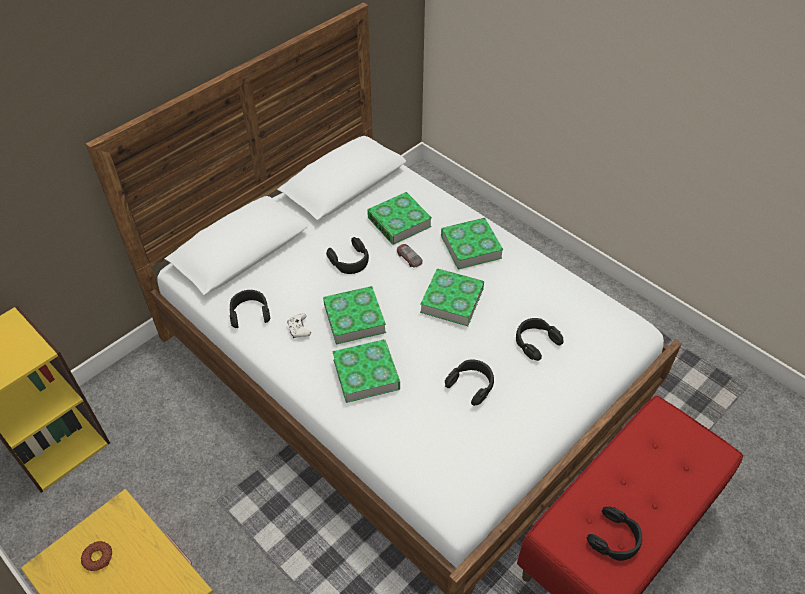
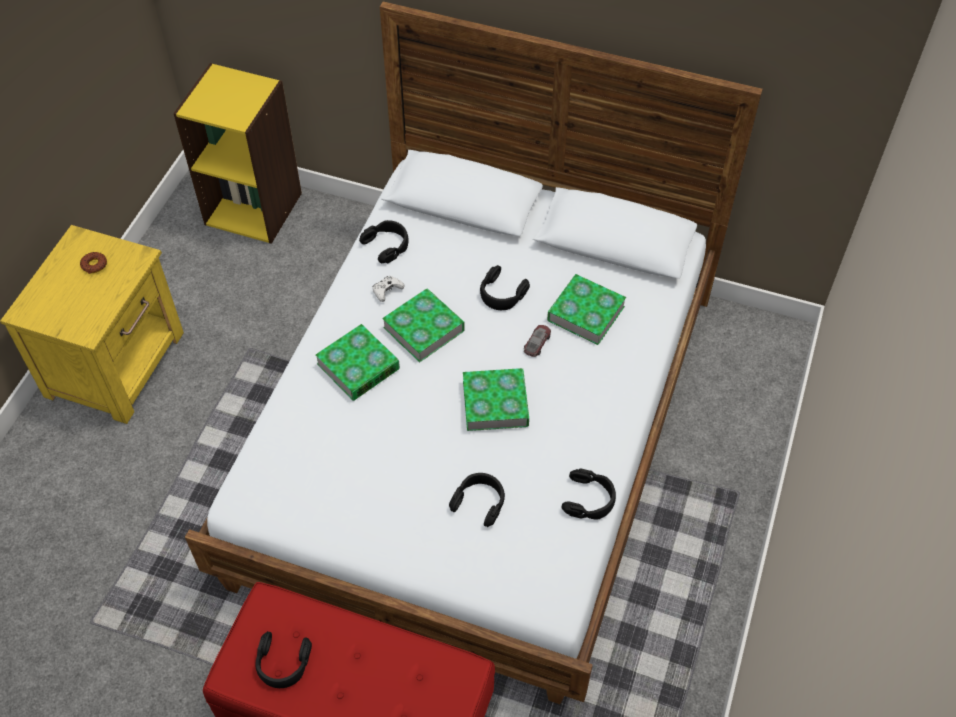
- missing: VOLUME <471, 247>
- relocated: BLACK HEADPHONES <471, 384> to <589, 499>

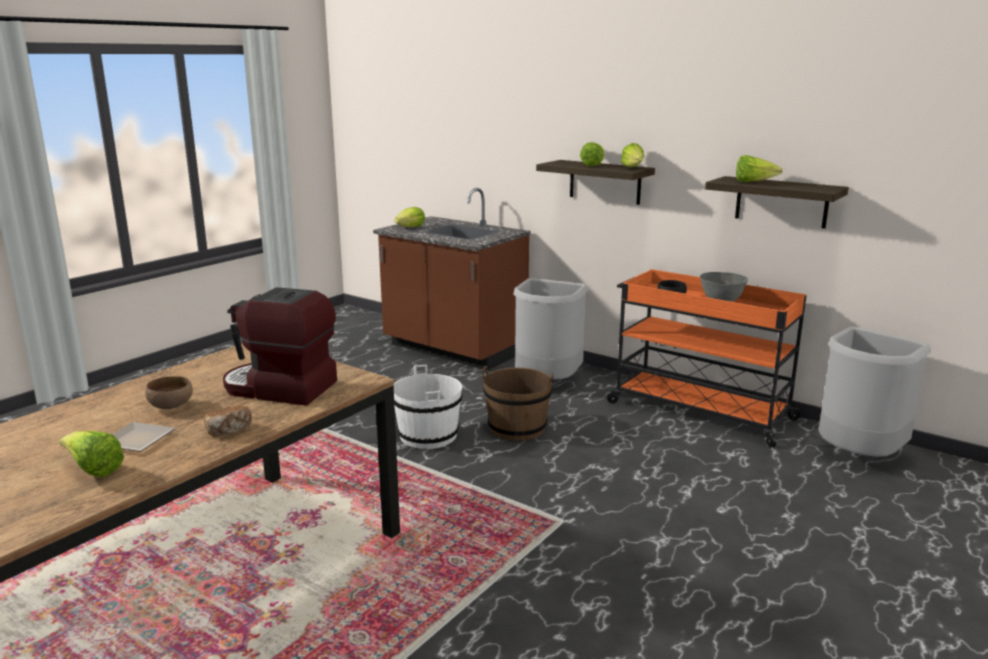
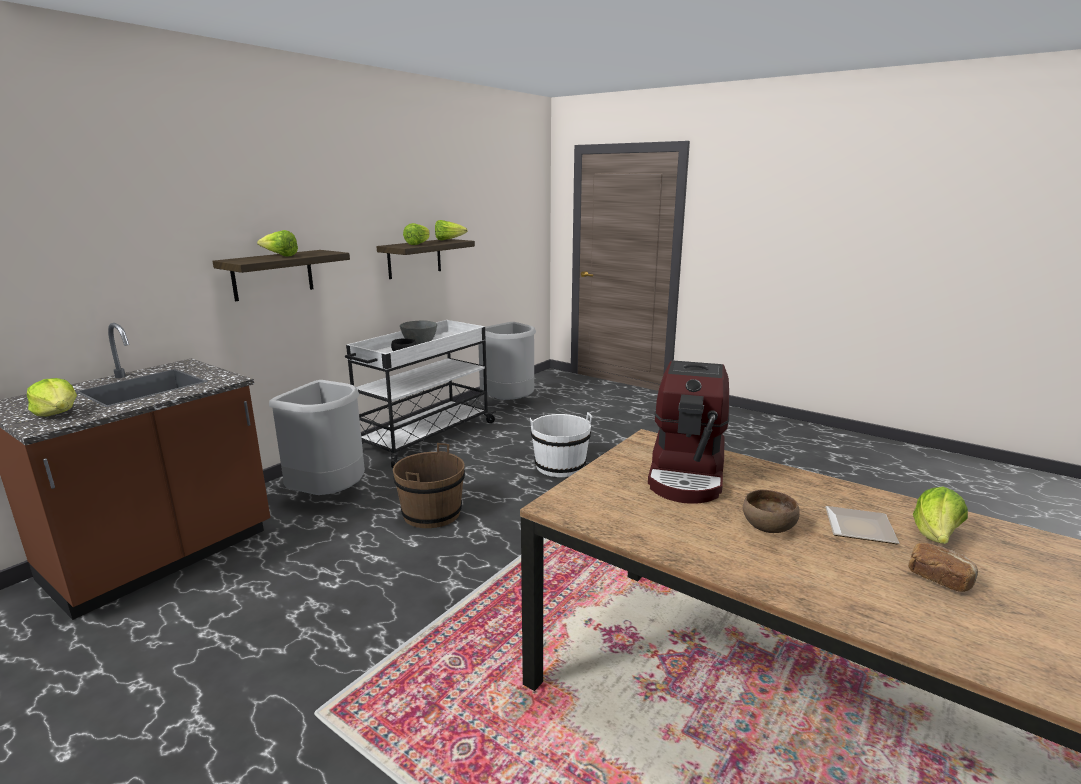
- relocated: HEAD OF LETTUCE <633, 168> to <448, 240>
- colour: ORANGE-COLOURED WHEELED CART <698, 410> to WHITISH WHEELED CART <424, 437>
- relocated: WHITISH BUCKET <428, 435> to <560, 466>
- relocated: BAKED BREAD <229, 430> to <939, 578>

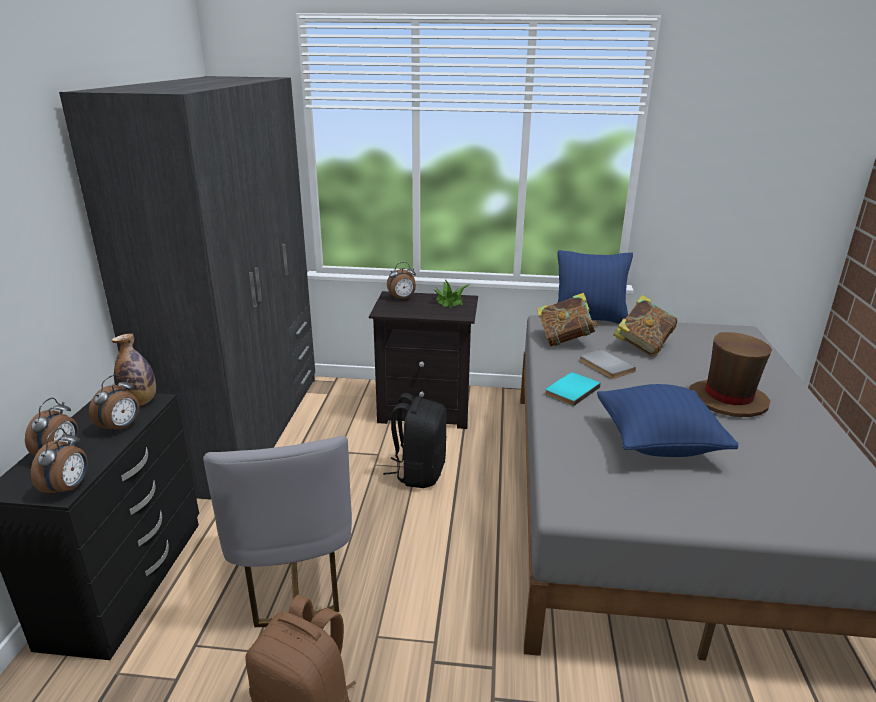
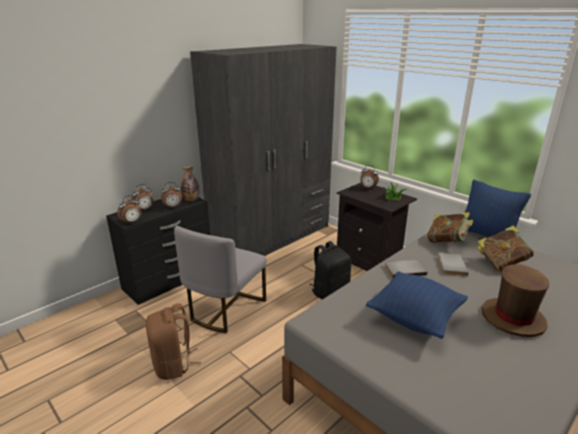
- colour: BLUE-GREEN VOLUME <570, 390> to GRAY VOLUME <404, 269>

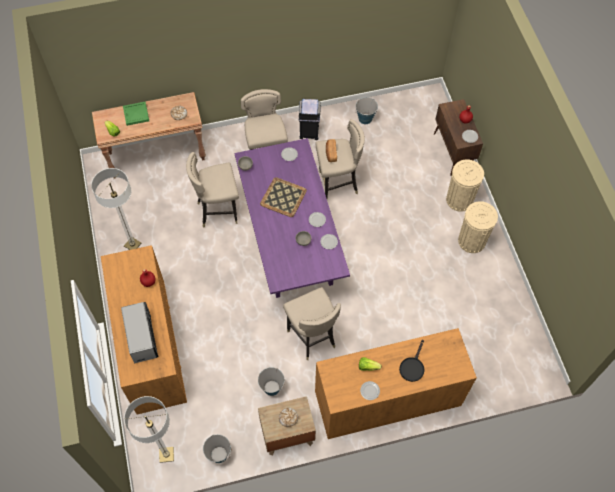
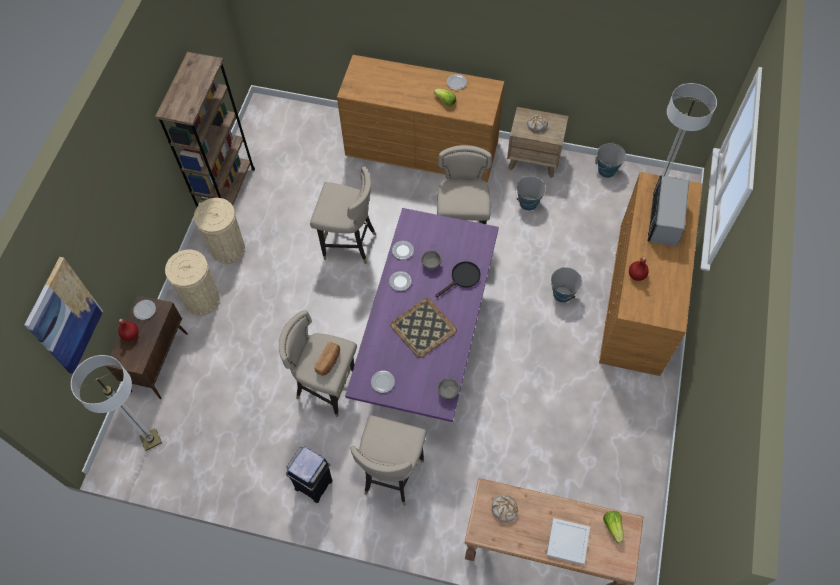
- relocated: BUCKET <365, 118> to <562, 294>
- colour: GREEN TRAY <136, 114> to WHITISH TRAY <567, 541>
- relocated: BEIGE SITTING STOOL <218, 211> to <349, 244>
- relocated: STANDARD LAMP <132, 245> to <150, 439>
- relocated: BLACK FRYING PAN <412, 366> to <462, 278>
- appeared: BROWNISH SHELVING UNIT <228, 193>
- appeared: WALL ART <64, 317>

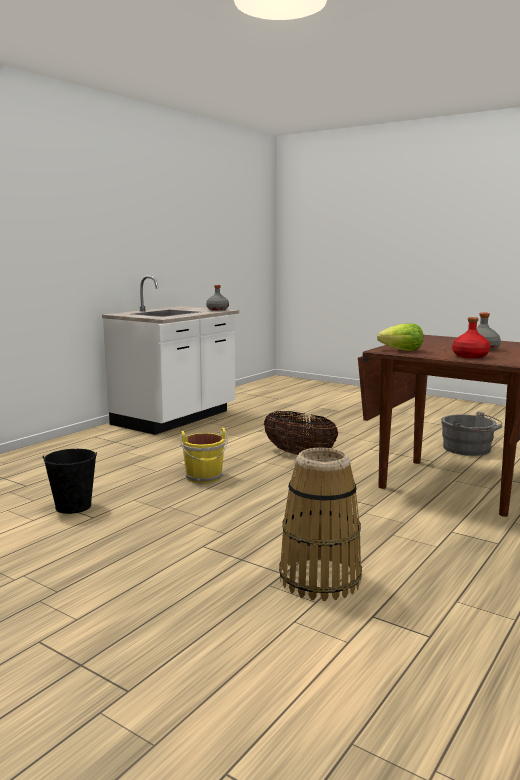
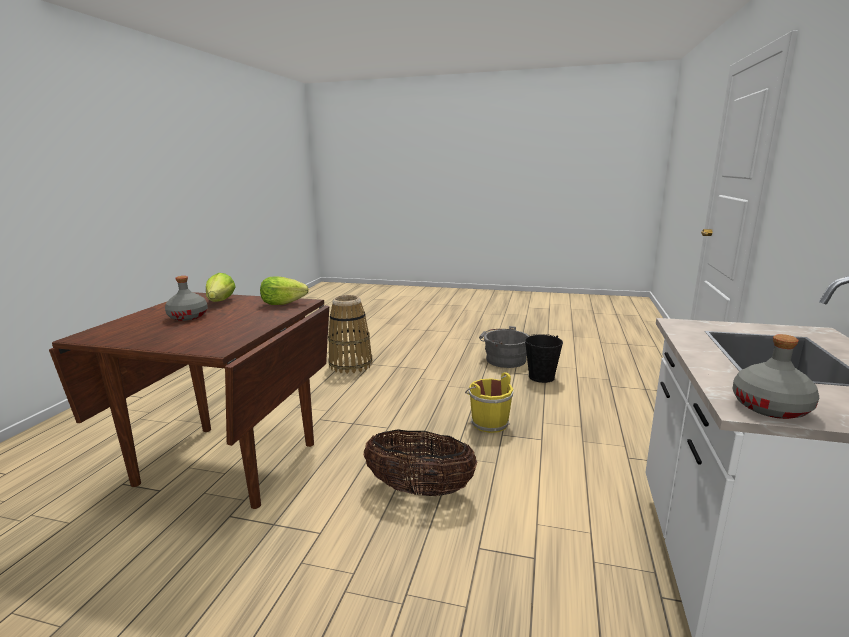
- exchanged: RED-COLOURED BEVERAGE BOTTLE <470, 356> to HEAD OF LETTUCE <221, 301>
- relocated: GRAY BUCKET <469, 449> to <503, 360>

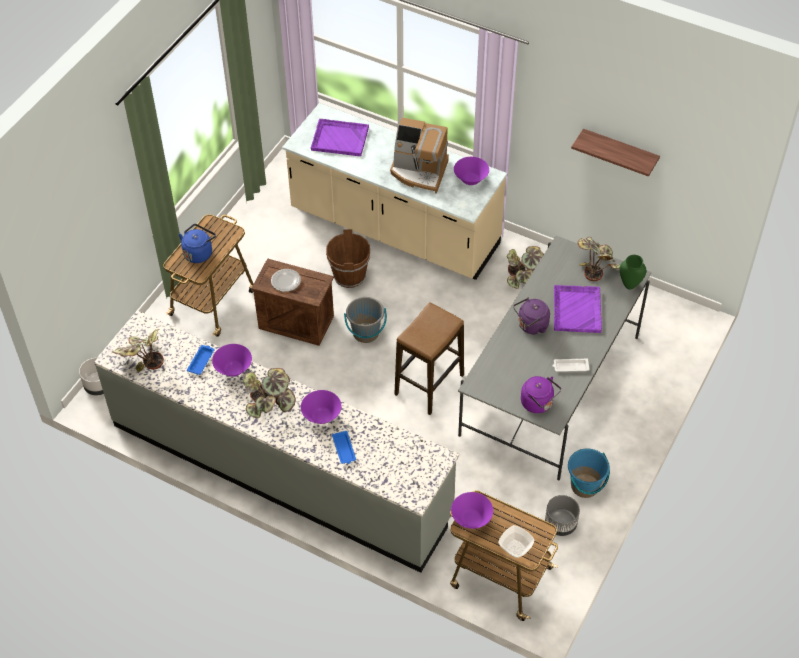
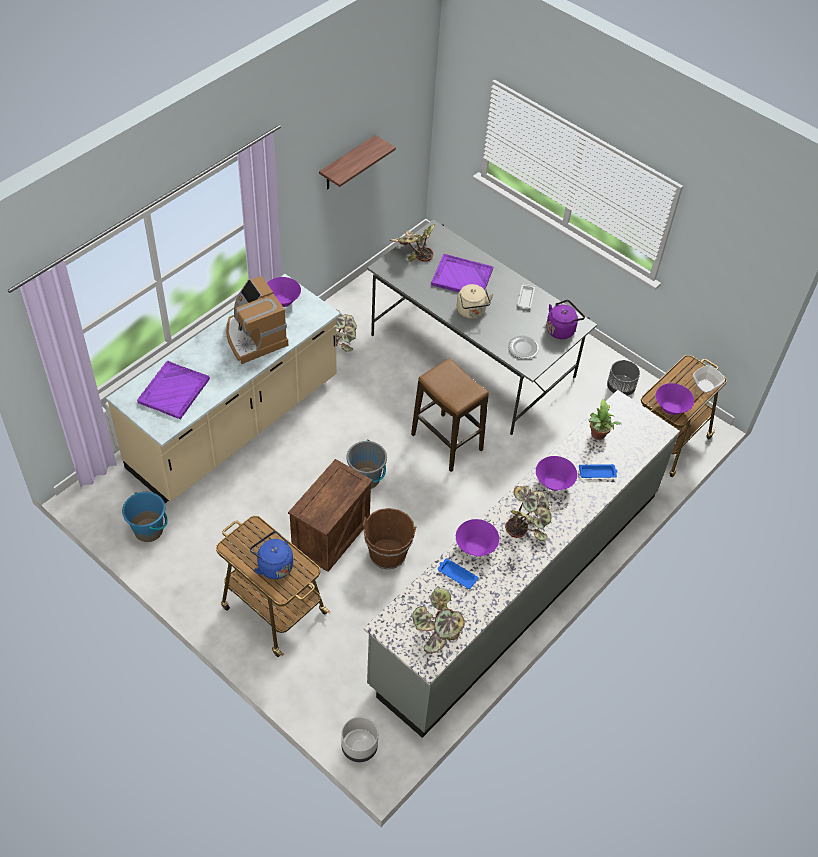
- spun: COFFEE MACHINE <419, 171> = <254, 337> 120 degrees clockwise
- relocated: BROWNISH BUCKET <349, 276> to <387, 554>
- missing: GREEN DECORATIVE VASE <629, 286>
- relocated: DINNER PLATE <285, 281> to <523, 348>
- colour: PURPLE TEA KETTLE <531, 326> to BEIGE TEA KETTLE <471, 312>
- relocated: BLUE BUCKET <585, 486> to <149, 530>
- appeared: PLANT IN A POT <598, 436>

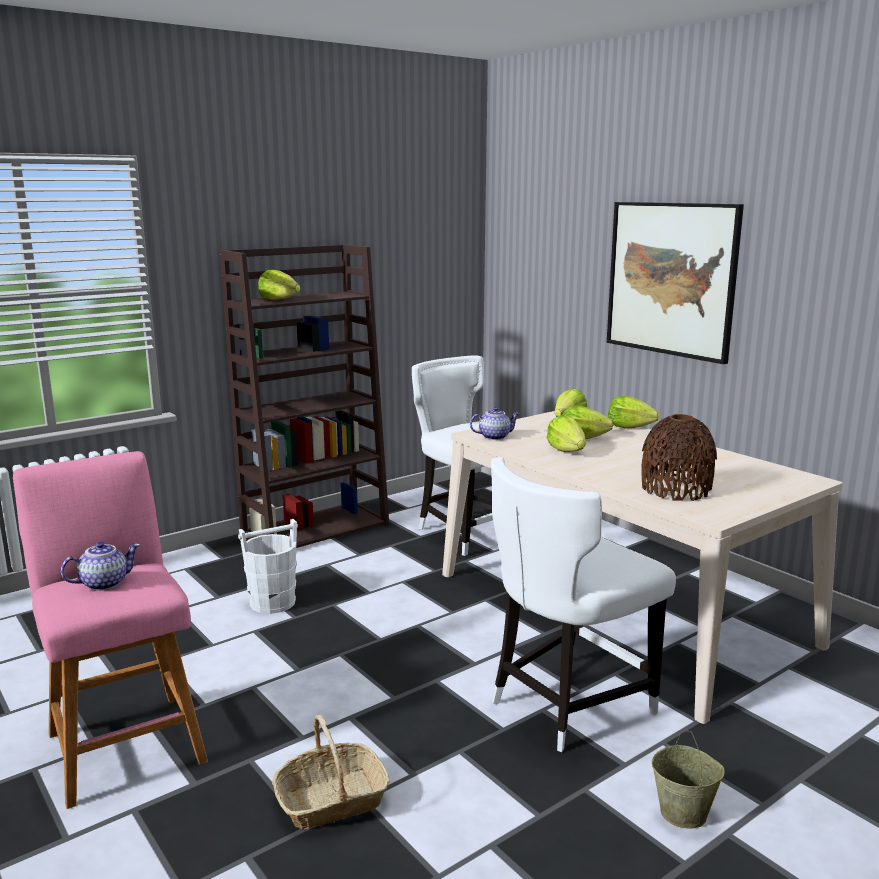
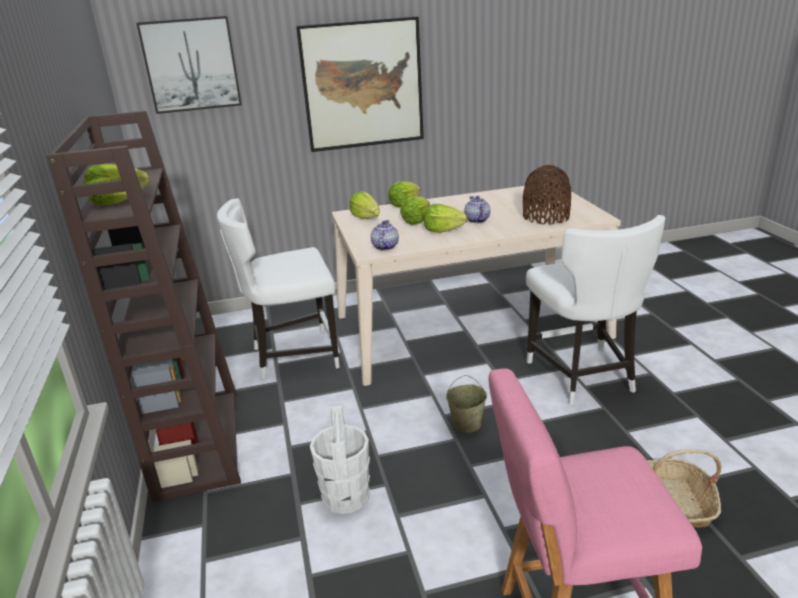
- relocated: TEA POT <104, 583> to <476, 220>
- relocated: BEIGE BUCKET <684, 813> to <467, 423>
- appeared: WALL ART <191, 65>

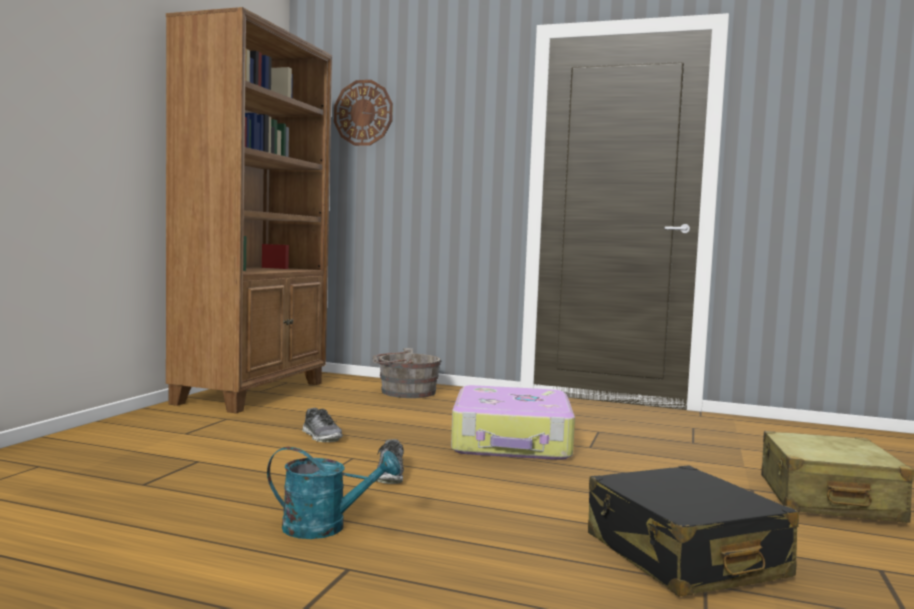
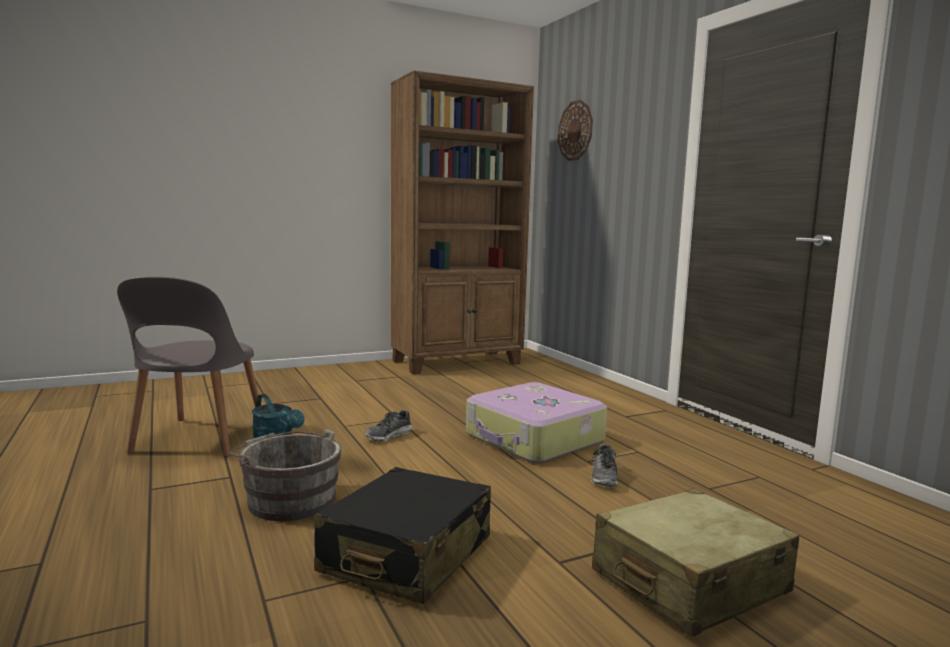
- relocated: GRAY BUCKET <404, 392> to <288, 499>
- relocated: LOW SHOE <321, 437> to <604, 477>
- appeared: GRAY CHAIR <198, 439>

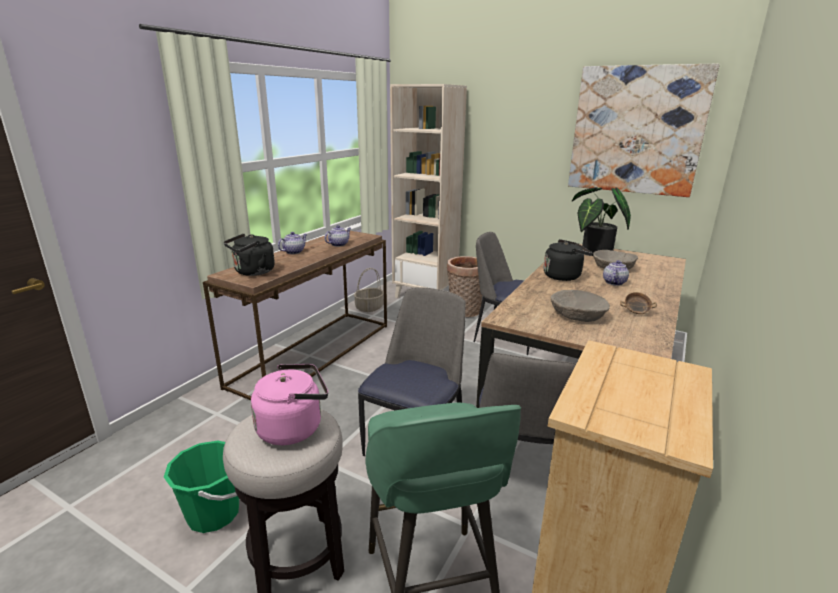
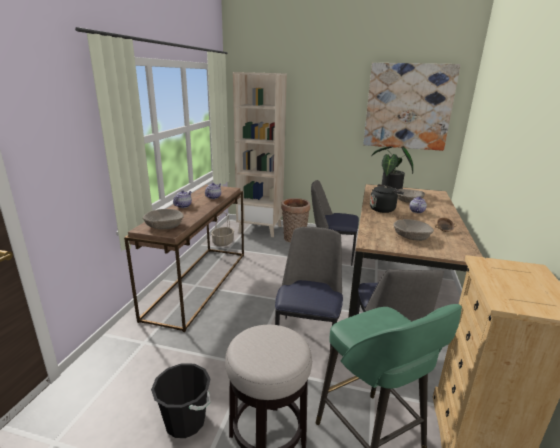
- exchanged: BLACK TEA KETTLE <252, 272> to BEIGE DEEP DISH <164, 225>
- missing: PINK-COLOURED TEA KETTLE <294, 428>
- colour: GREEN BUCKET <214, 513> to BLACK BUCKET <185, 421>

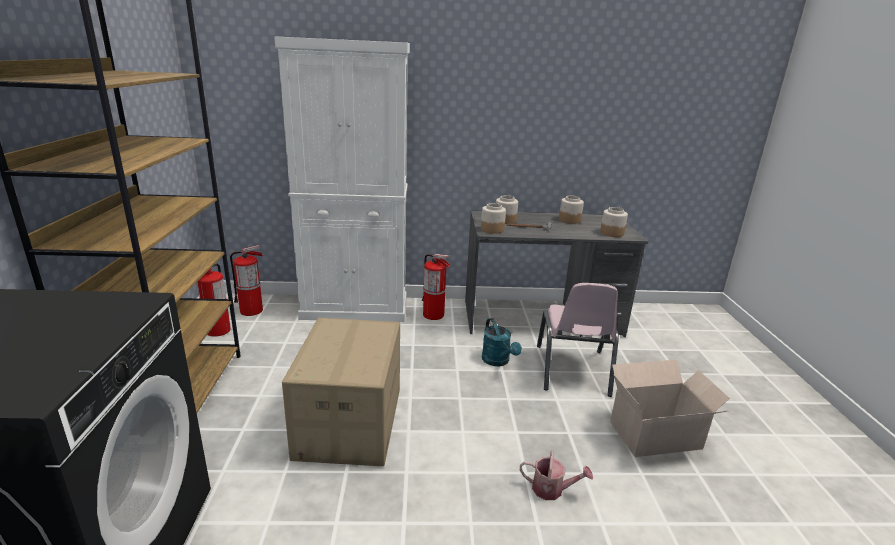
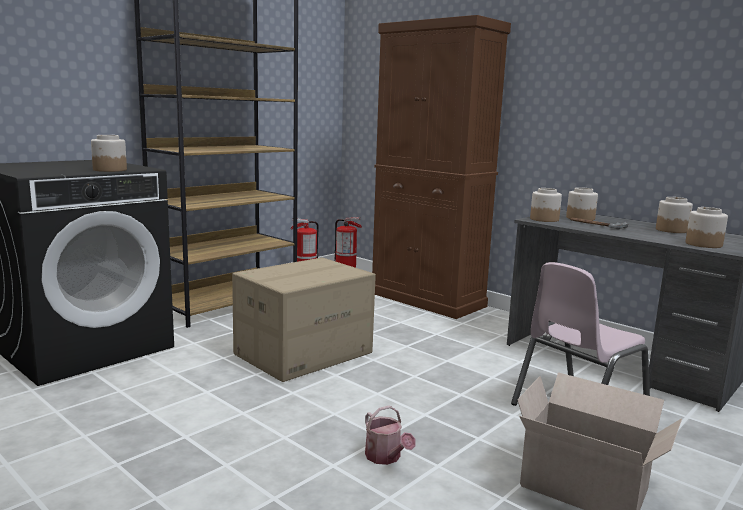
- colour: WHITISH CABINET <355, 308> to BROWNISH CABINET <427, 300>
- missing: FIRE EXTINGUISHER <434, 315>
- missing: BLUE-GREEN WATERING CAN <498, 361>
- appeared: JAR <109, 170>

